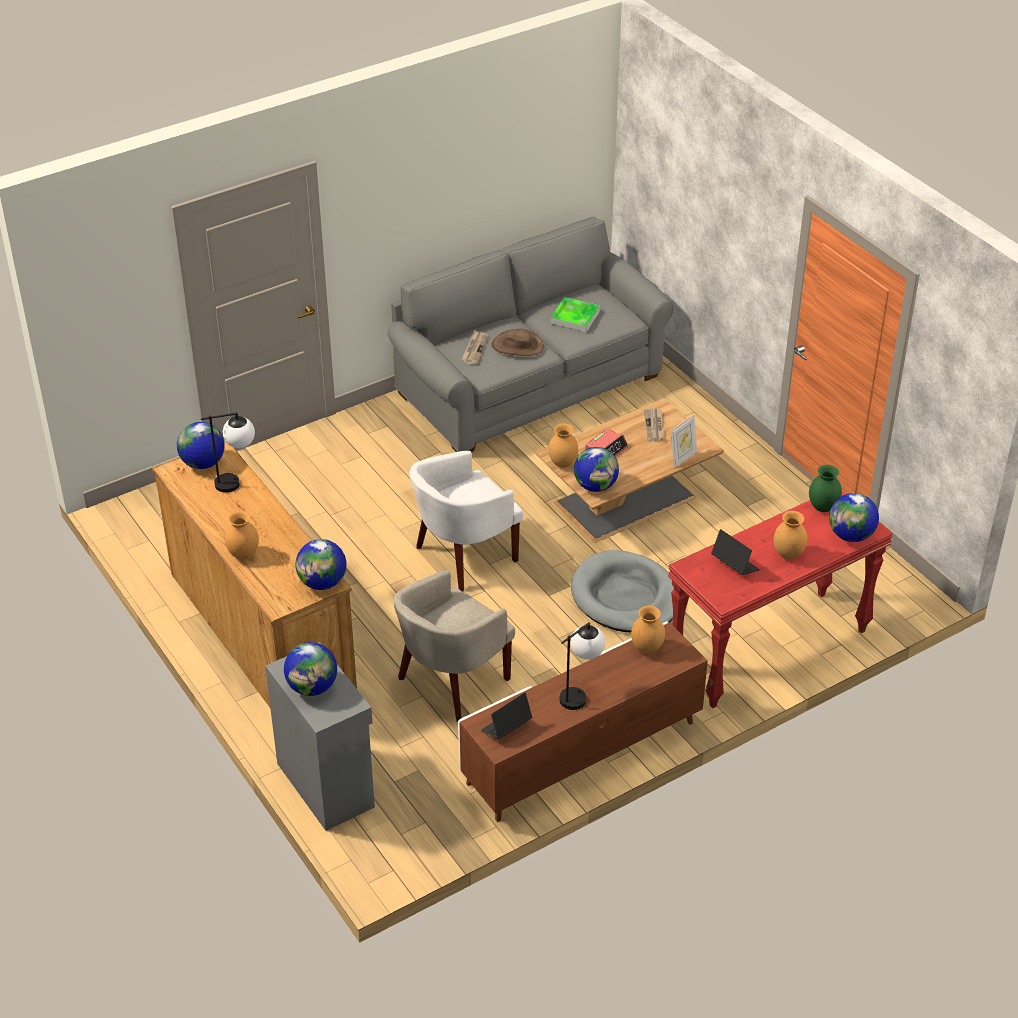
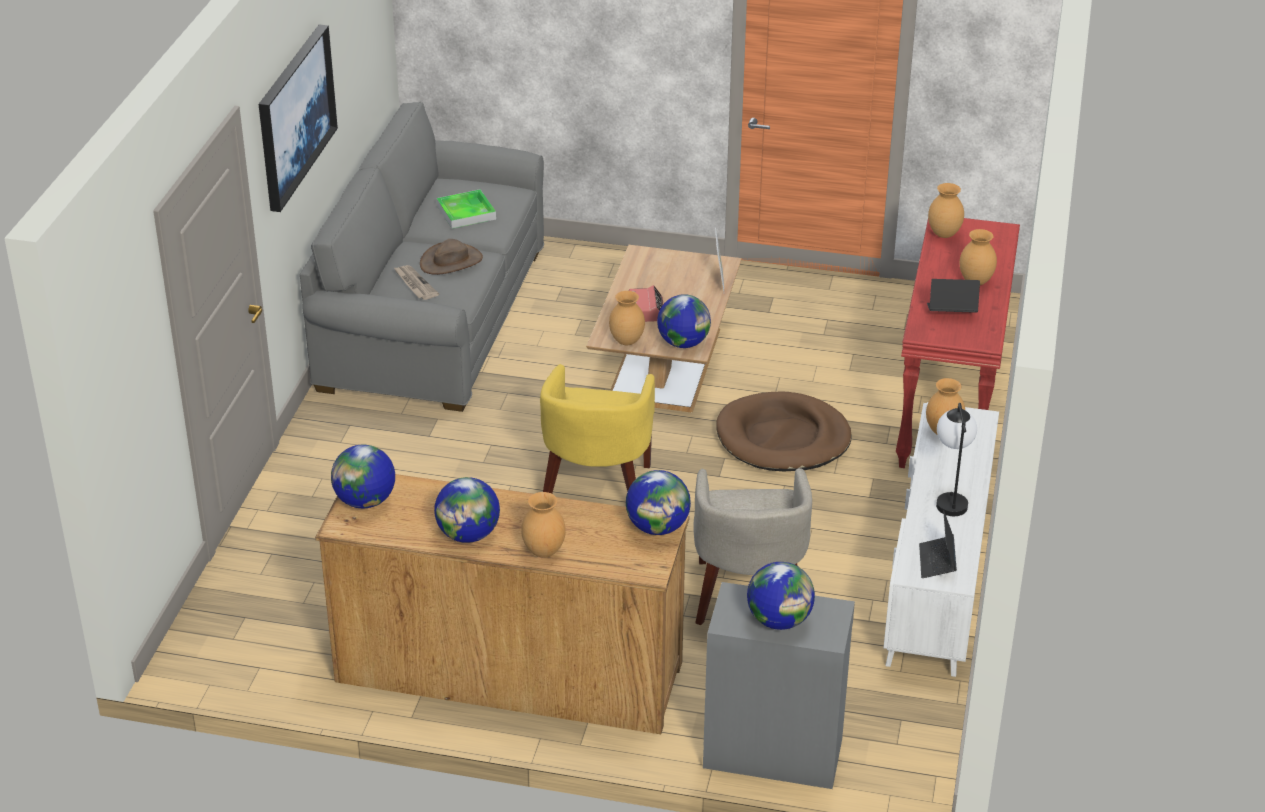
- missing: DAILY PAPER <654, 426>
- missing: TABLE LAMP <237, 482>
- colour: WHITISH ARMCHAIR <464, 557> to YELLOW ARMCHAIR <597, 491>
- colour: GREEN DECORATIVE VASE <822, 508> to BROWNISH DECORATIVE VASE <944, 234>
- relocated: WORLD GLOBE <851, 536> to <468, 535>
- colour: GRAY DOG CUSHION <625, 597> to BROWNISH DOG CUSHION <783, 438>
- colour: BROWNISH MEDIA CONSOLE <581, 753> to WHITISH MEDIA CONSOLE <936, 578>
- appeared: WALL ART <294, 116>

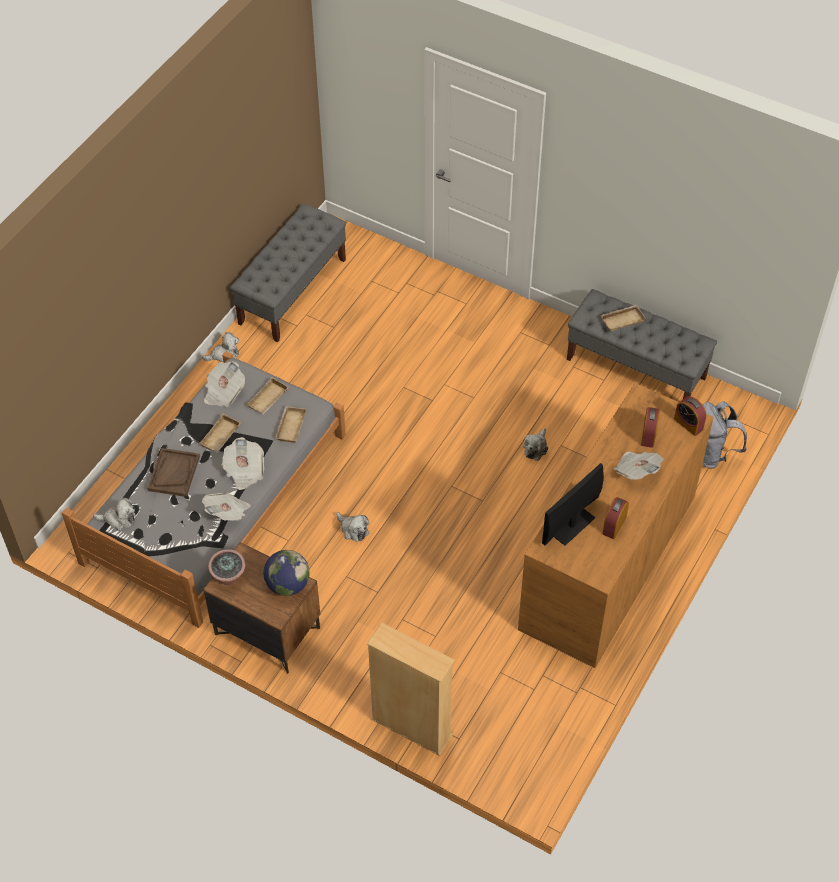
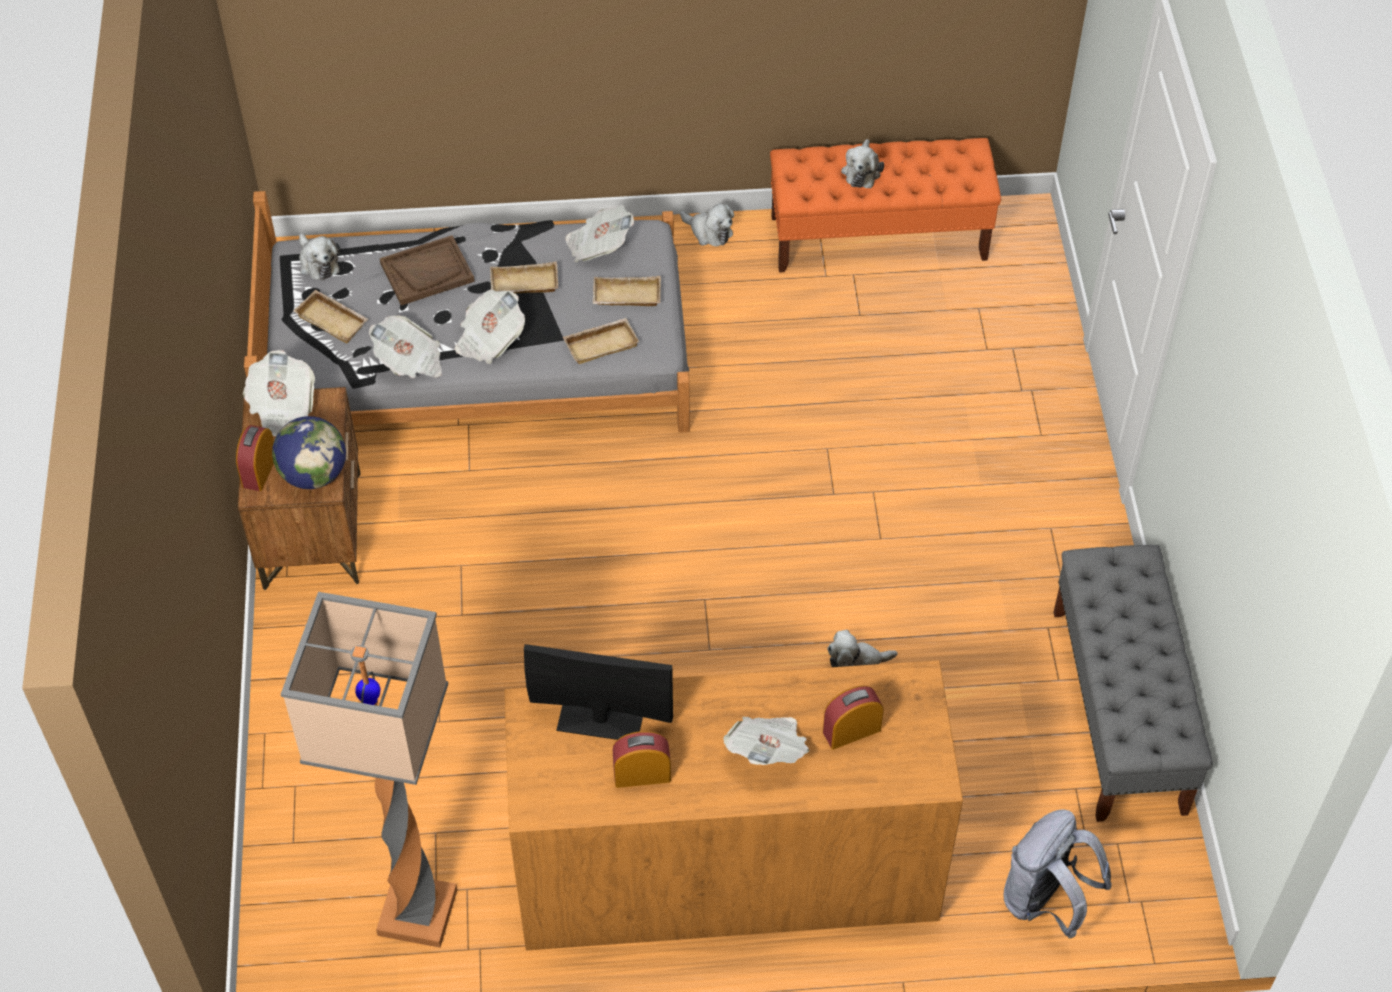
- colour: GRAY BENCH <292, 291> to ORANGE-COLOURED BENCH <879, 237>
- relocated: BEIGE TRAY <622, 319> to <334, 320>
- relocated: ALARM CLOCK <688, 424> to <259, 470>
- relocated: CUDDLY TOY <353, 529> to <861, 171>
- exchanged: PLANT IN A POT <229, 577> to DAILY PAPER <282, 407>
- missing: BEIGE SHELVING UNIT <411, 727>
- appeared: STANDARD LAMP <416, 910>

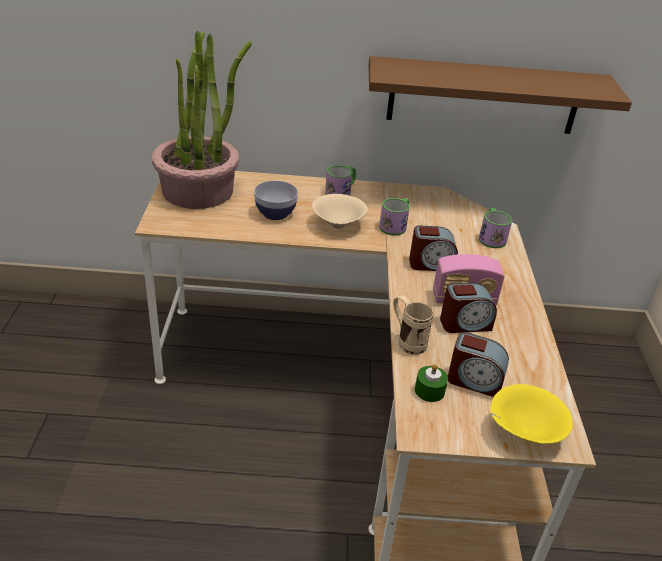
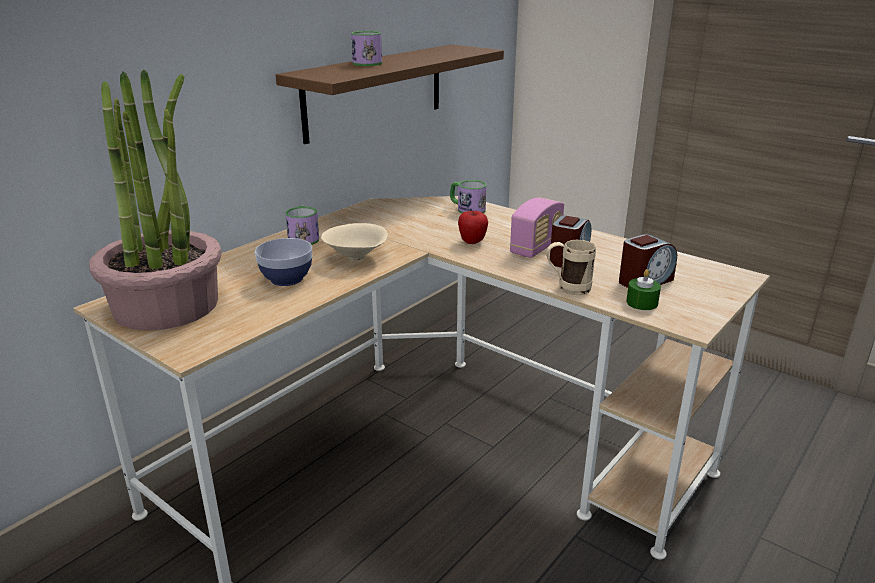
- relocated: COFFEE MUG <395, 225> to <366, 62>
- exchanged: ALARM CLOCK <431, 264> to WHOLE APPLE <472, 242>
- missing: YELLOW DEEP DISH <523, 432>

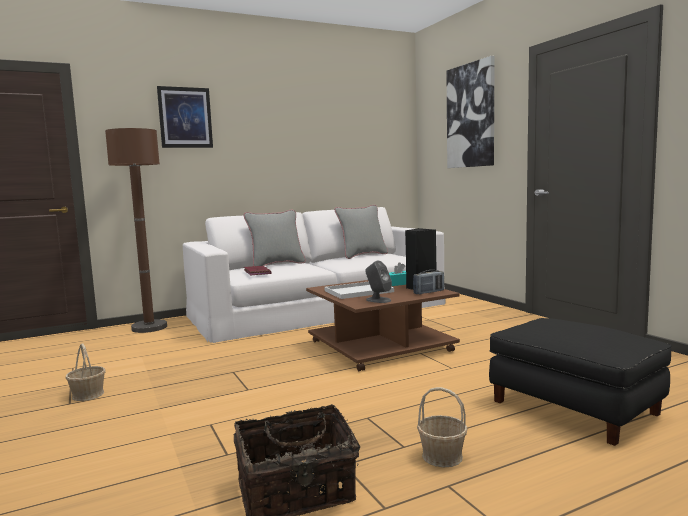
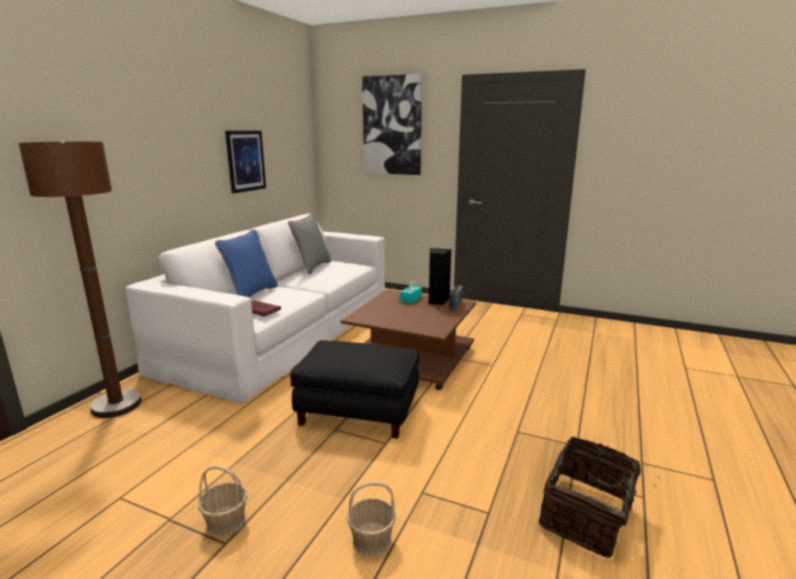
- relocated: WALL ART <185, 117> to <245, 161>
- colour: GRAY CUSHION <276, 264> to BLUE CUSHION <251, 294>
- missing: GRAY AUDIO SPEAKER <378, 300>
- missing: WHITISH TRAY <358, 291>
- relocated: BLACK POUFFE <572, 408> to <357, 411>
- relocated: HOUSEHOLD BASKET <442, 456> to <371, 540>

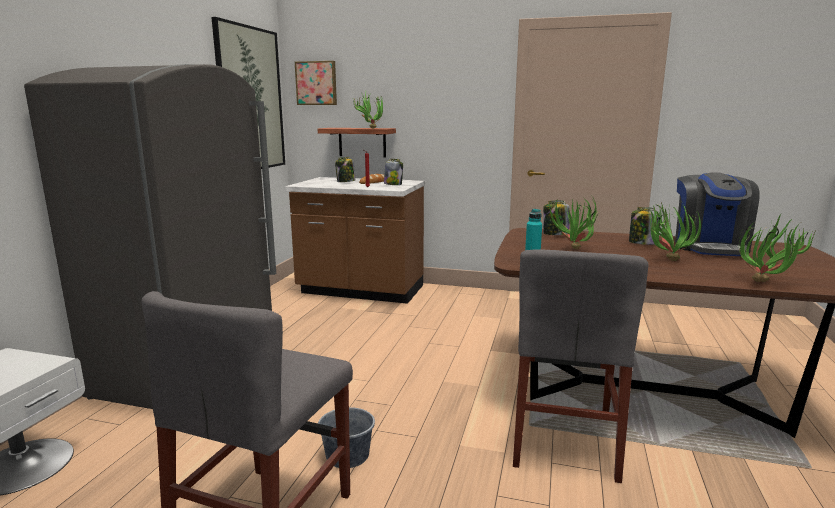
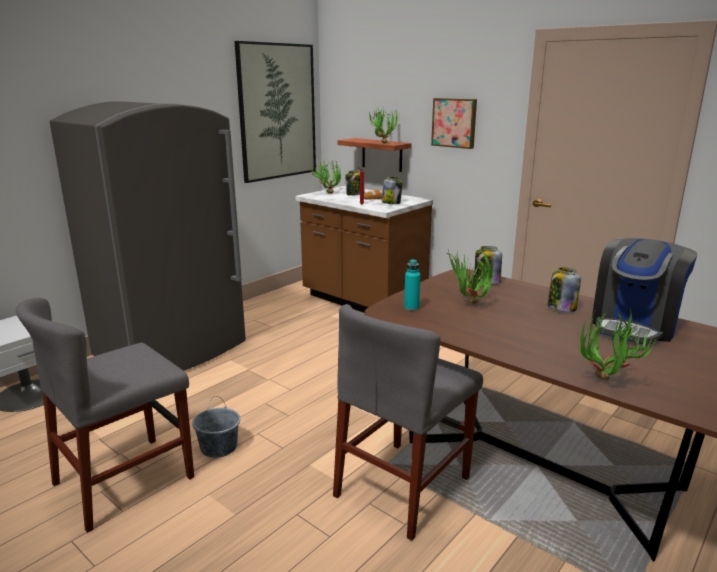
- relocated: WALL ART <316, 83> to <454, 122>
- relocated: PLANT IN A POT <665, 260> to <327, 193>

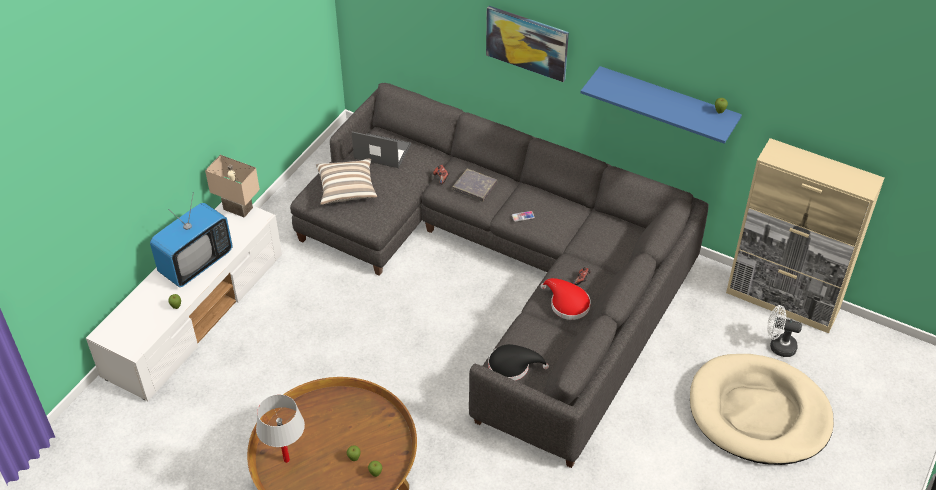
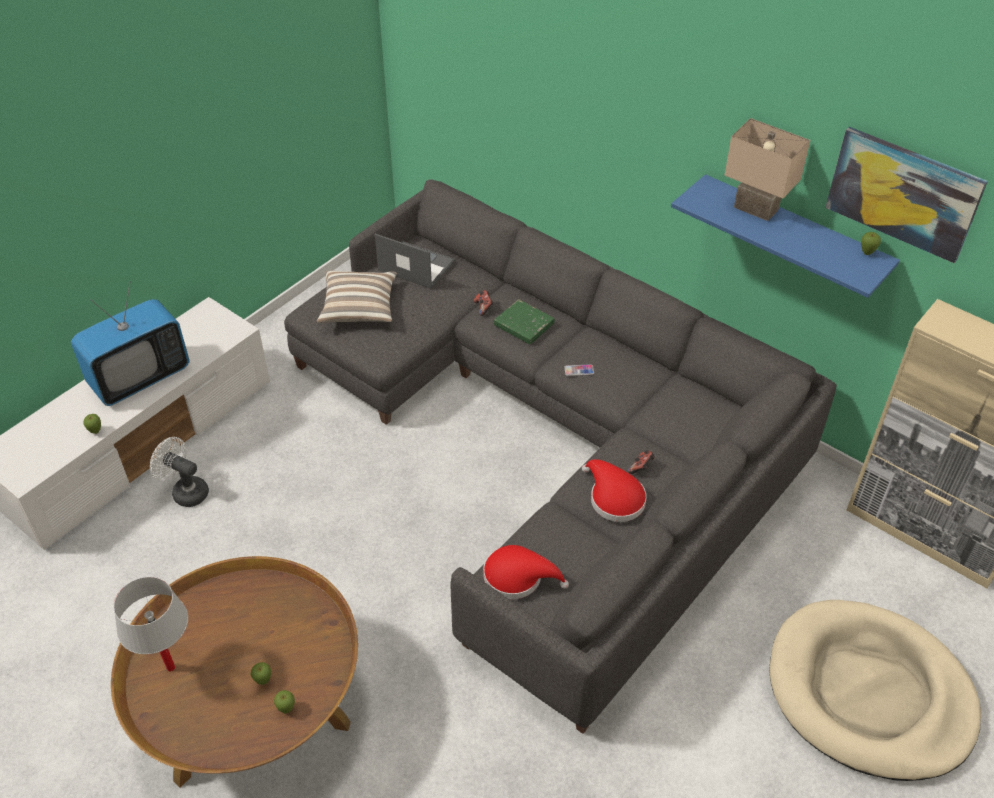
- relocated: WALL ART <527, 42> to <903, 193>
- relocated: BEIGE TABLE LAMP <239, 208> to <757, 207>
- colour: GRAY VOLUME <474, 187> to GREEN VOLUME <524, 325>
- relocated: WHITISH FAN <778, 346> to <185, 491>
- colour: BLACK WEARABLE HAT <512, 366> to RED-COLOURED WEARABLE HAT <518, 577>

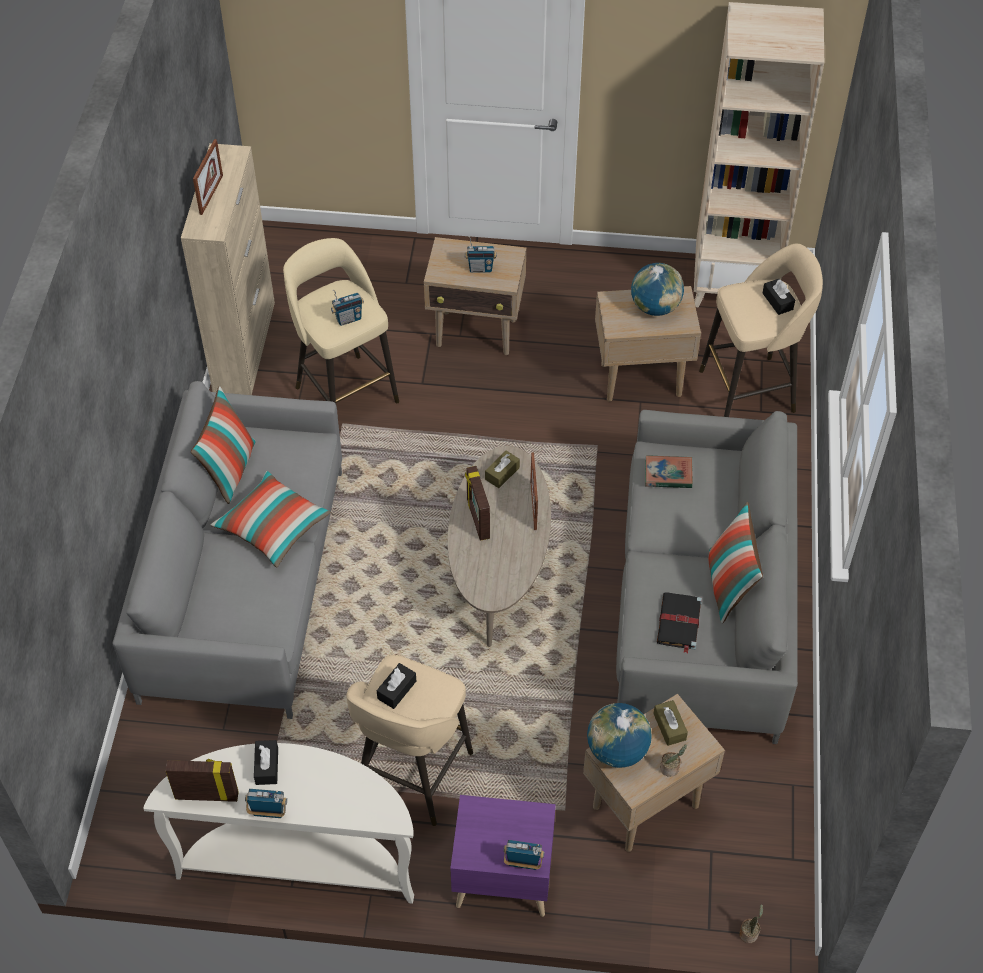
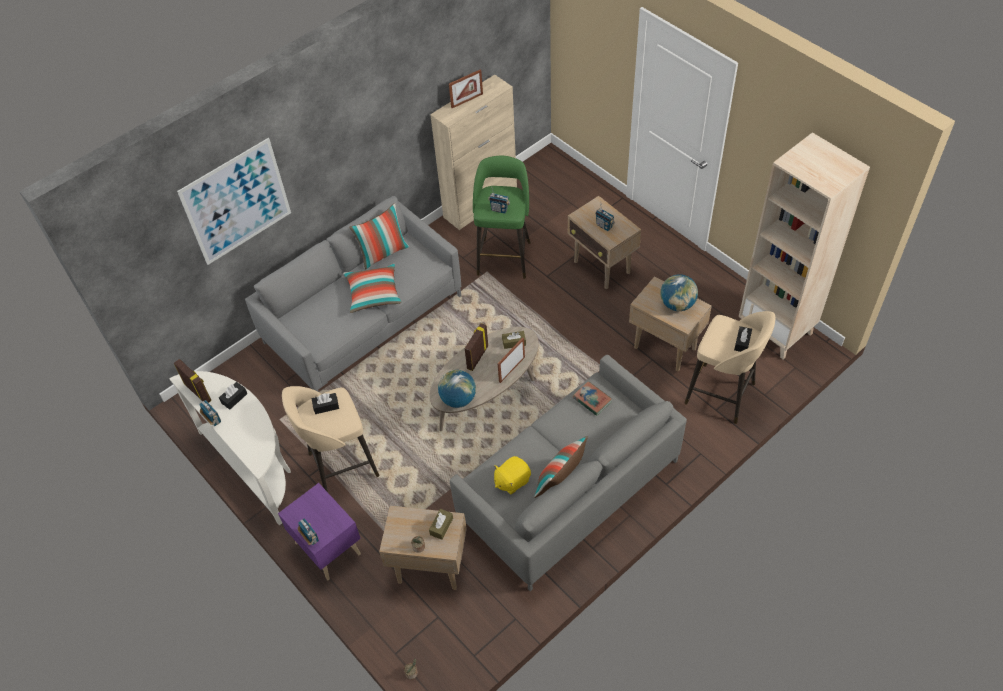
- colour: BEIGE SITTING STOOL <345, 392> to GREEN SITTING STOOL <504, 257>
- exchanged: BLACK VOLUME <679, 623> to YELLOW CUDDLY TOY <512, 480>
- relocated: WORLD GLOBE <617, 750> to <458, 399>
- appeared: WALL ART <237, 202>

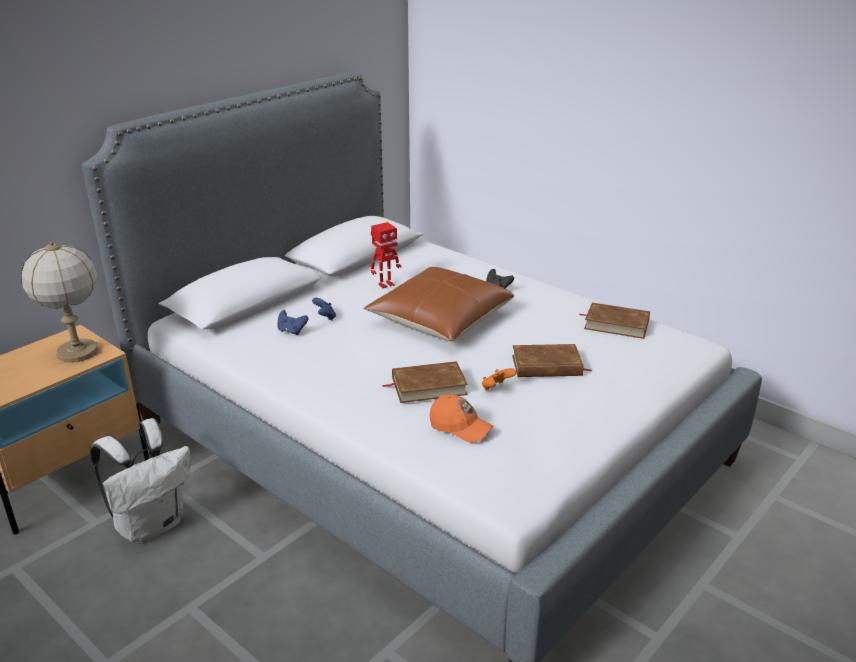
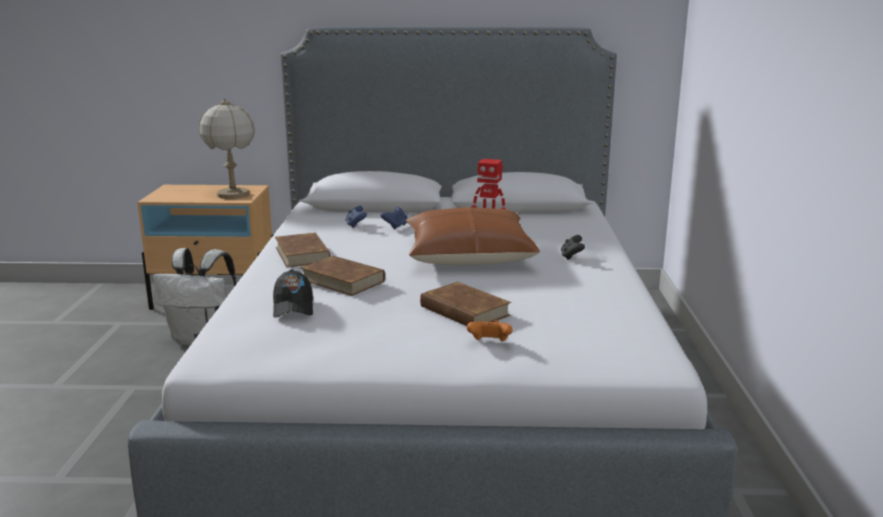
- relocated: BROWNISH VOLUME <616, 324> to <302, 254>
- relocated: ORANGE-COLOURED GAMEPAD <496, 388> to <489, 343>
- colour: ORANGE-COLOURED CAP <460, 427> to BLACK CAP <293, 307>

